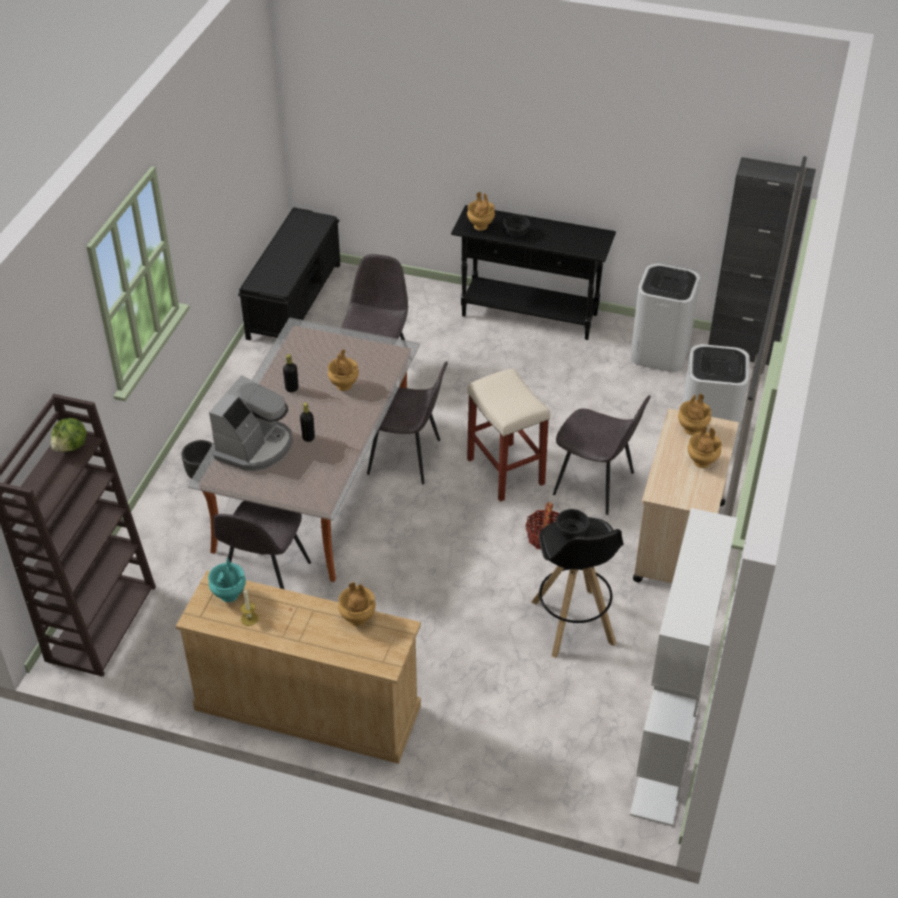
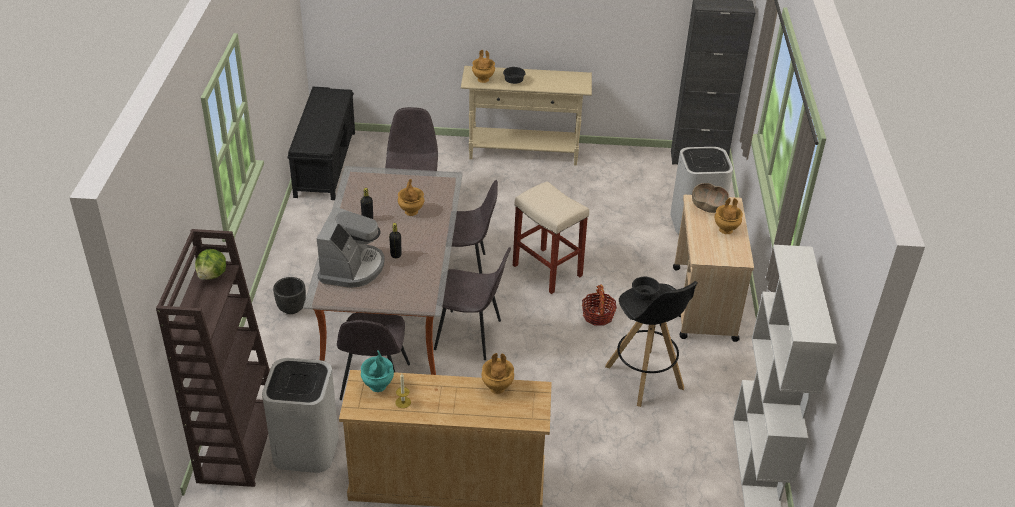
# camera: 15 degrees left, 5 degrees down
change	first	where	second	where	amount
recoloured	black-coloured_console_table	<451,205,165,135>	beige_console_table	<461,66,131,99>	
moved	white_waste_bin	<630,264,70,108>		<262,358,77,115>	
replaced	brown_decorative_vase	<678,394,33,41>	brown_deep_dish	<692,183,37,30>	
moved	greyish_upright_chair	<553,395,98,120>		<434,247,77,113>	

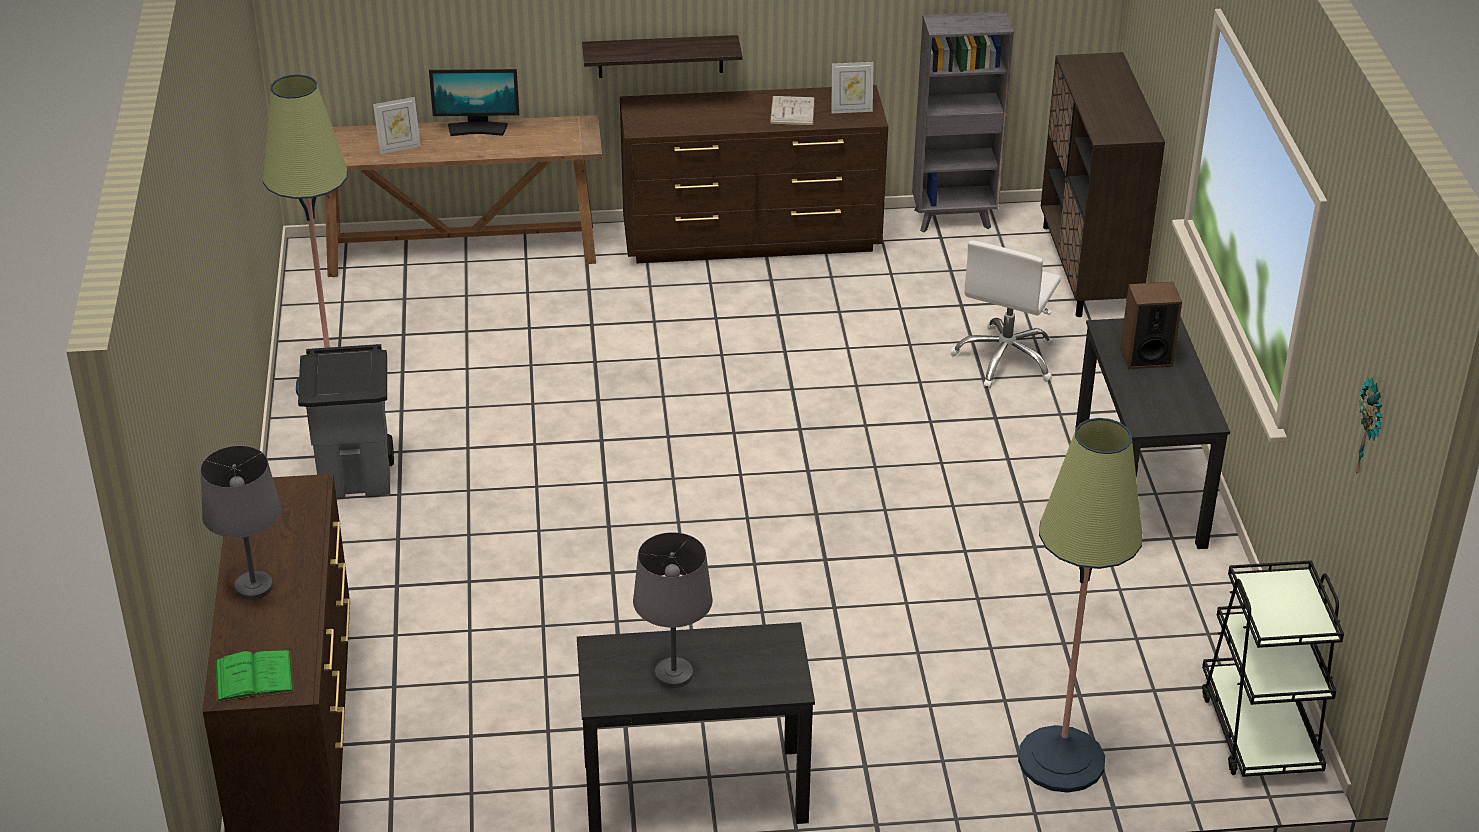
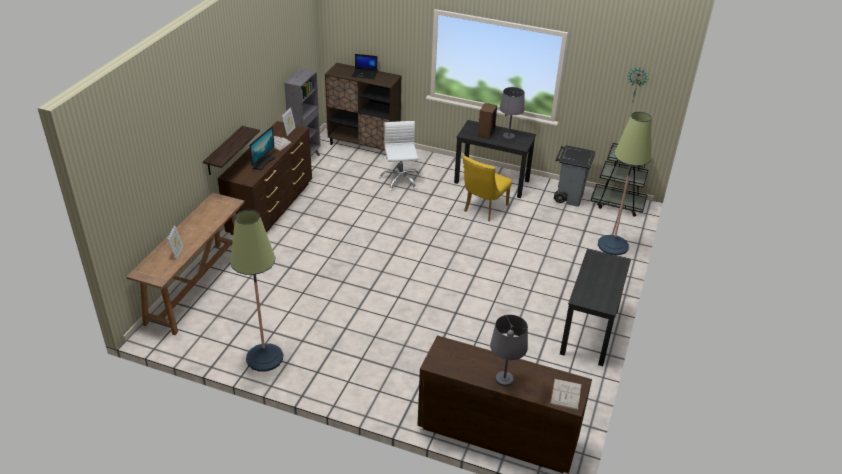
# camera: 65 degrees left, 0 degrees up
change	first	where	second	where	amount
moved	monitor	<429,69,90,67>		<249,126,26,44>	
turned	white_desk_chair	<950,240,111,148>		<379,121,42,70>	150 degrees counterclockwise
moved	greyish_waste_bin	<298,344,96,155>		<554,145,41,62>	
moved	greyish_lamp_for_a_table	<633,532,80,156>		<499,87,26,53>	
recoloured	green-coloured_volume	<215,650,79,52>	white_volume	<550,379,32,31>	
added			portable_computer	<351,54,27,25>	
added			yellow-coloured_upright_chair	<463,156,49,65>	

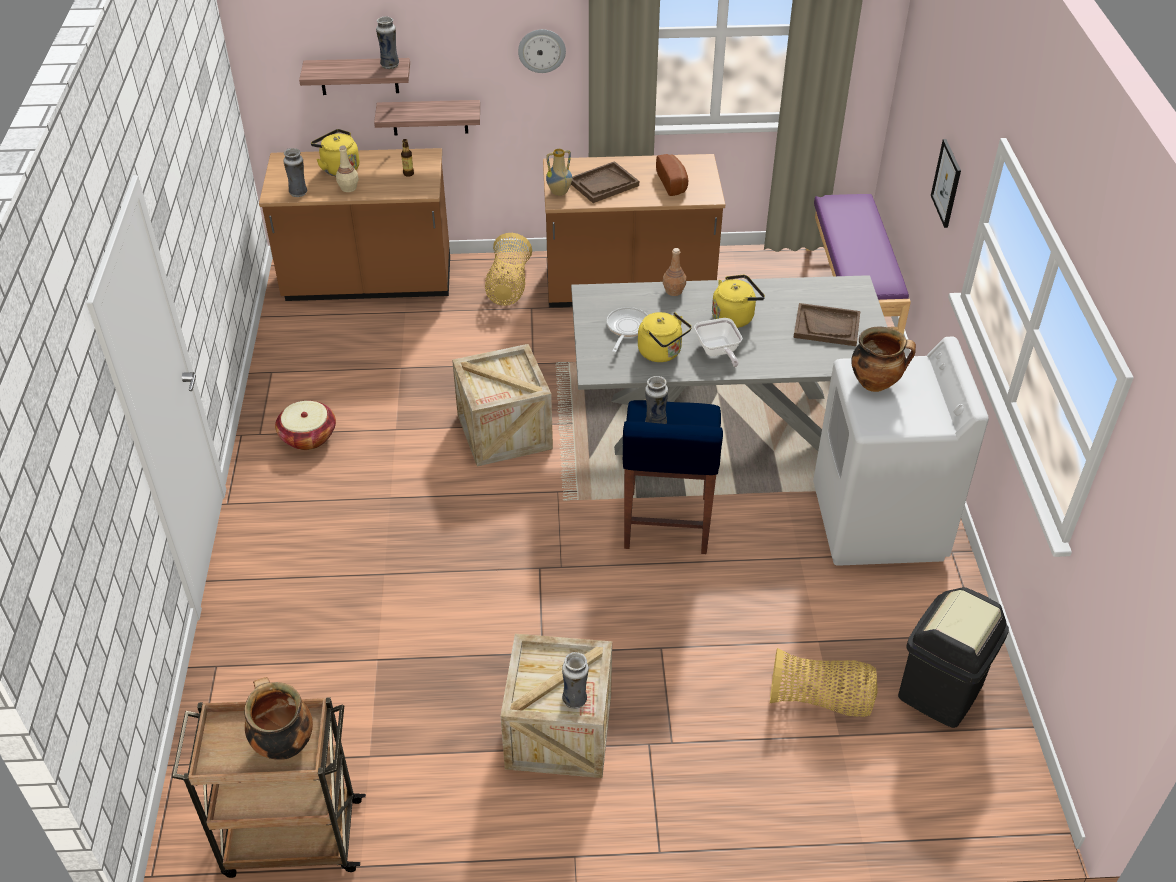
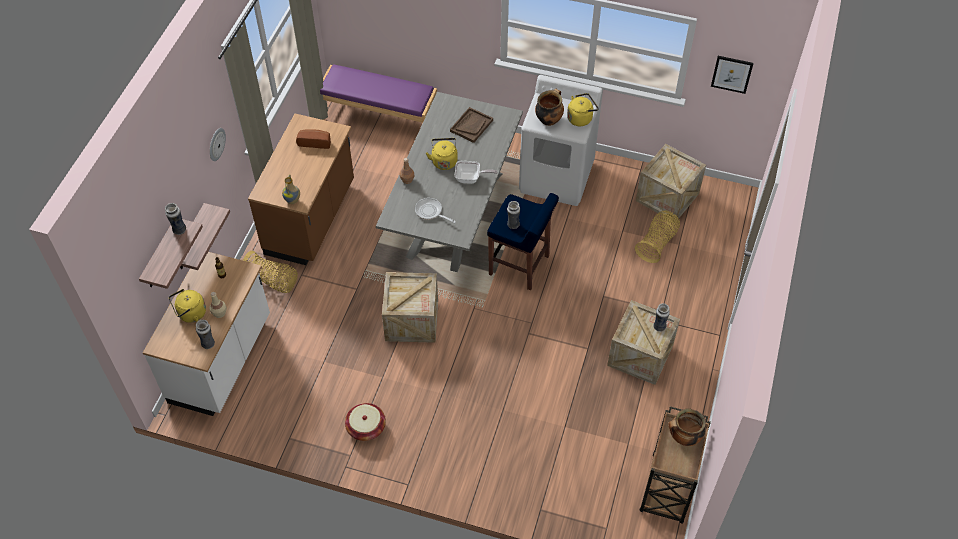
# camera: 70 degrees left, 10 degrees up
change	first	where	second	where	amount
moved	wall_picture	<931,139,30,89>		<711,56,43,38>	
recoloured	brown_kitchen_base_unit	<259,148,191,153>	white_kitchen_base_unit	<143,252,127,164>	
removed	brown_serving_tray	<571,161,68,42>			
moved	yellow-coloured_tea_kettle	<638,312,54,50>		<567,93,32,33>	
replaced	black-coloured_waste_bin	<898,587,111,141>	crate	<636,144,70,74>	

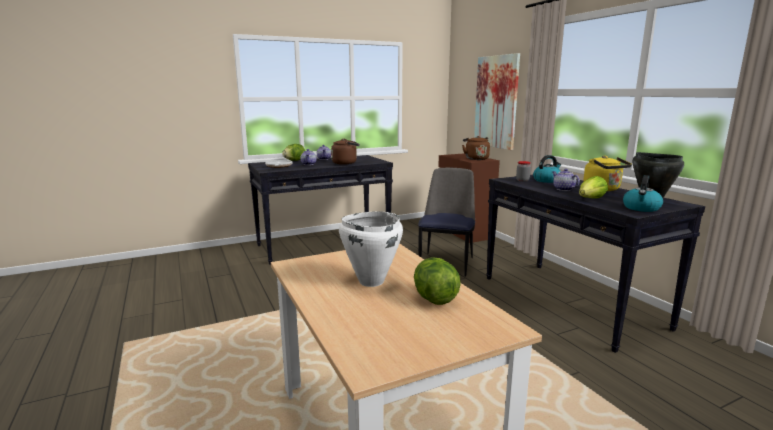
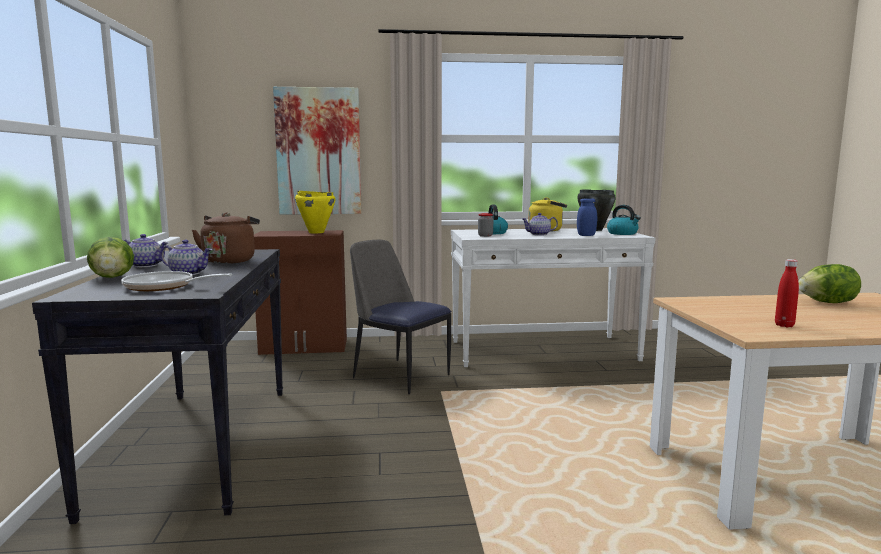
# camera: 70 degrees left, 5 degrees down
change	first	where	second	where	amount
replaced	brown_tea_kettle	<462,136,28,24>	yellow-coloured_stockpot	<295,191,40,42>	
recoloured	black-coloured_console_table	<486,175,219,178>	white_console_table	<451,228,204,139>	
replaced	lettuce	<579,176,29,23>	blue-coloured_preserve_jar	<577,198,20,38>	
removed	white_stockpot	<339,211,64,76>			
added			red-coloured_bottle	<775,259,24,68>	

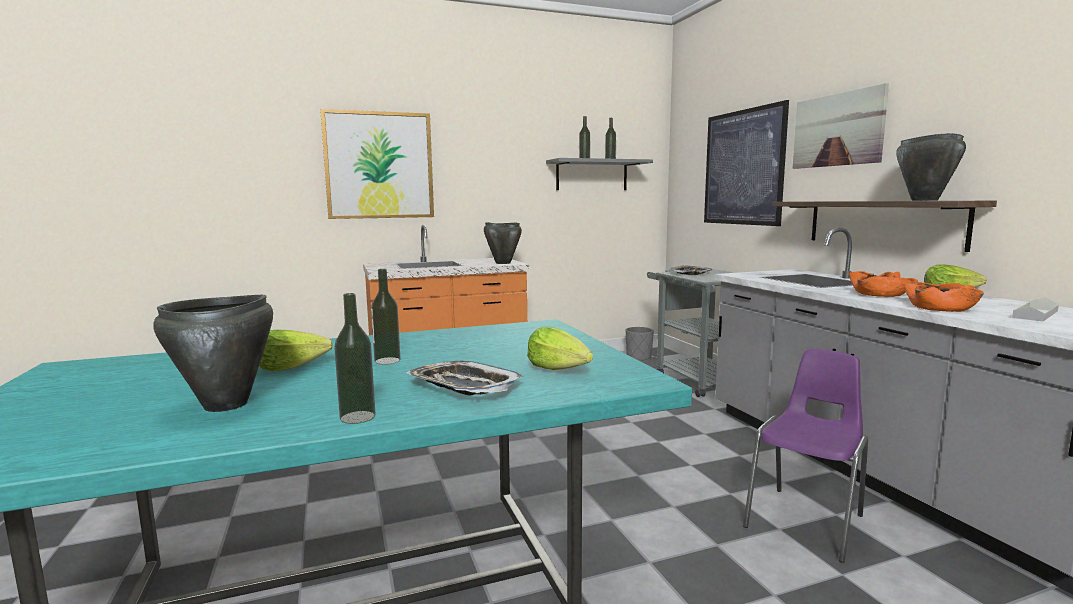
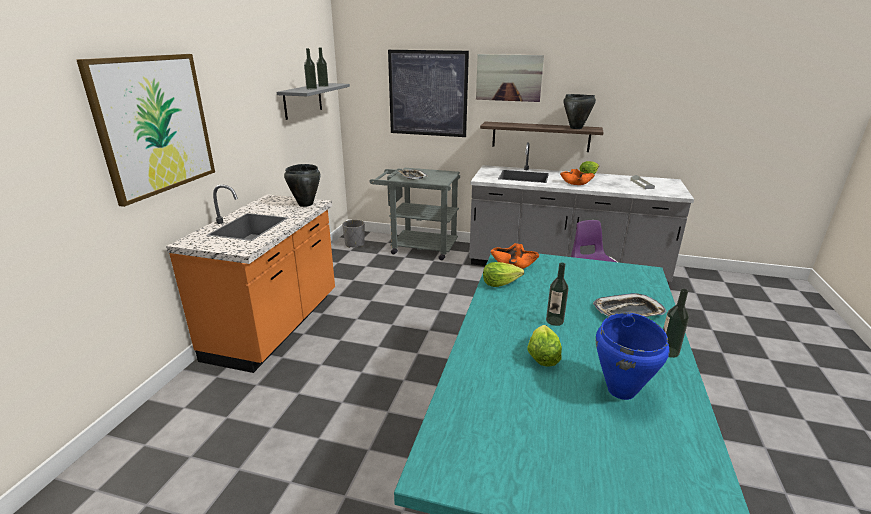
# camera: 55 degrees left, 15 degrees up
change	first	where	second	where	amount
moved	orange_deep_dish	<903,282,81,30>		<490,243,50,26>	
recoloured	black-coloured_stockpot	<153,295,120,117>	blue-coloured_stockpot	<596,313,73,87>	
moved	lettuce	<527,327,66,43>		<483,262,41,25>	

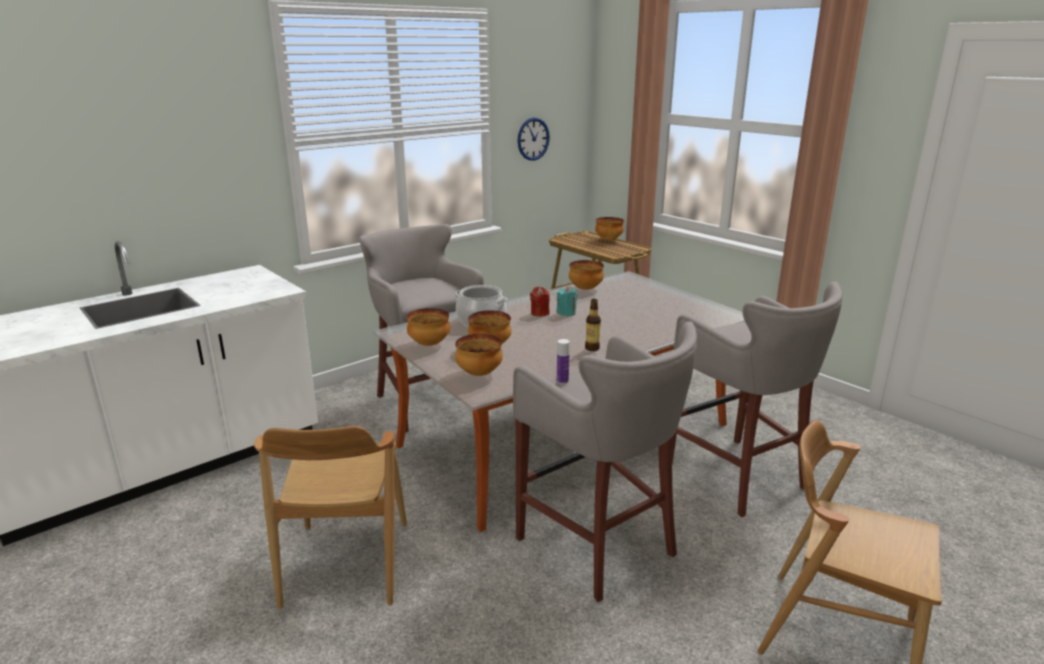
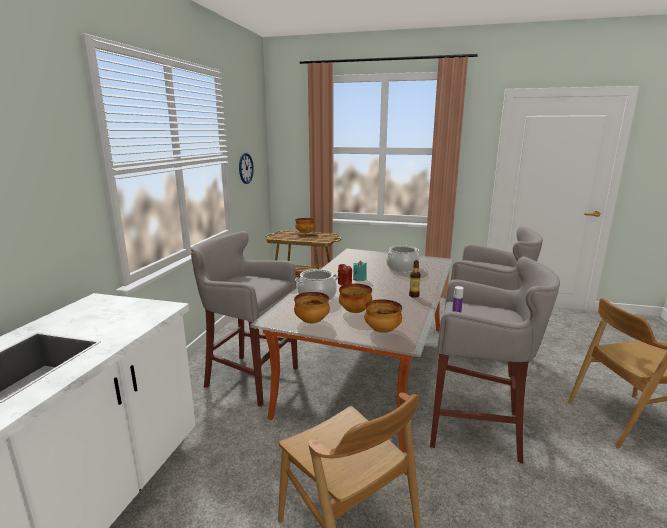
# camera: 35 degrees left, 5 degrees down
change	first	where	second	where	amount
removed	deep_dish	<569,260,35,30>			
added			stockpot	<386,245,33,27>	

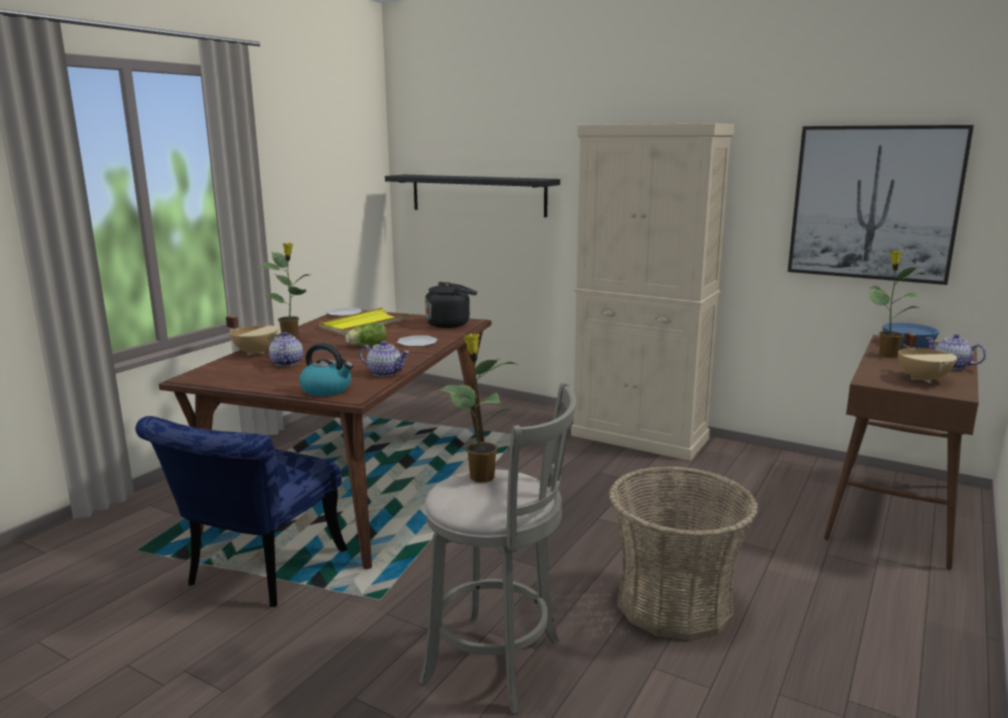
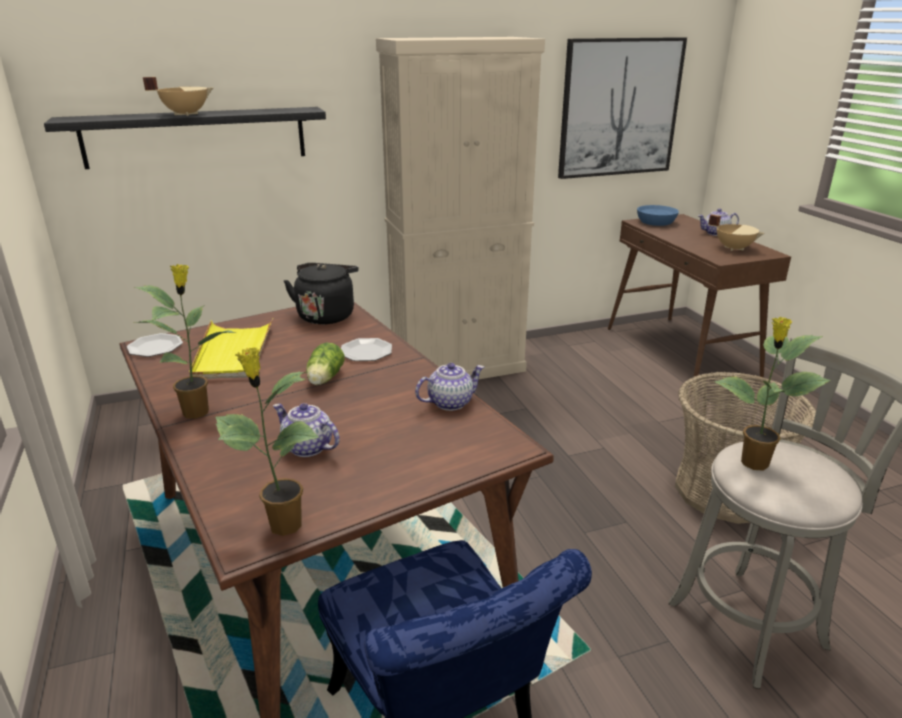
# camera: 50 degrees left, 10 degrees up
change	first	where	second	where	amount
moved	potted_plant	<868,251,58,107>		<216,347,103,189>	
moved	beige_stockpot	<226,316,51,40>		<143,77,70,39>	
removed	tea_kettle	<299,343,54,53>			

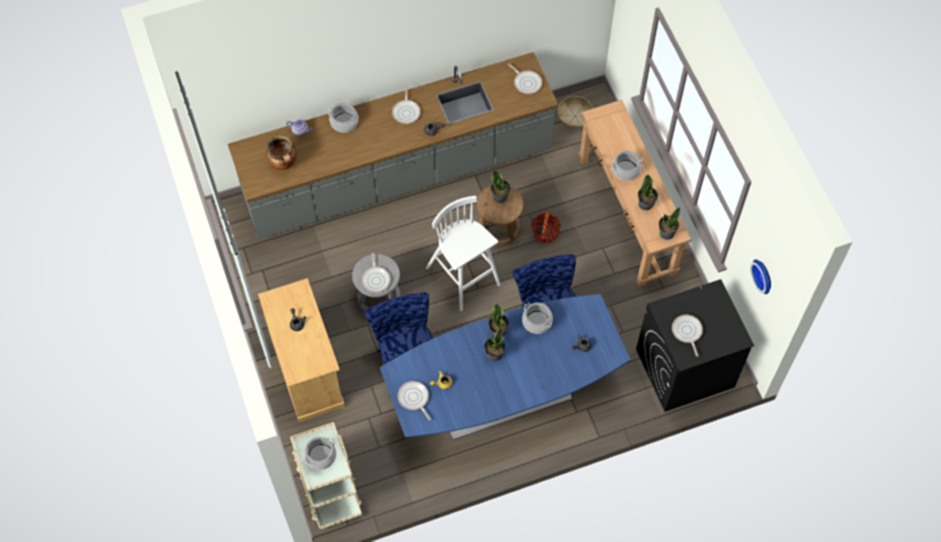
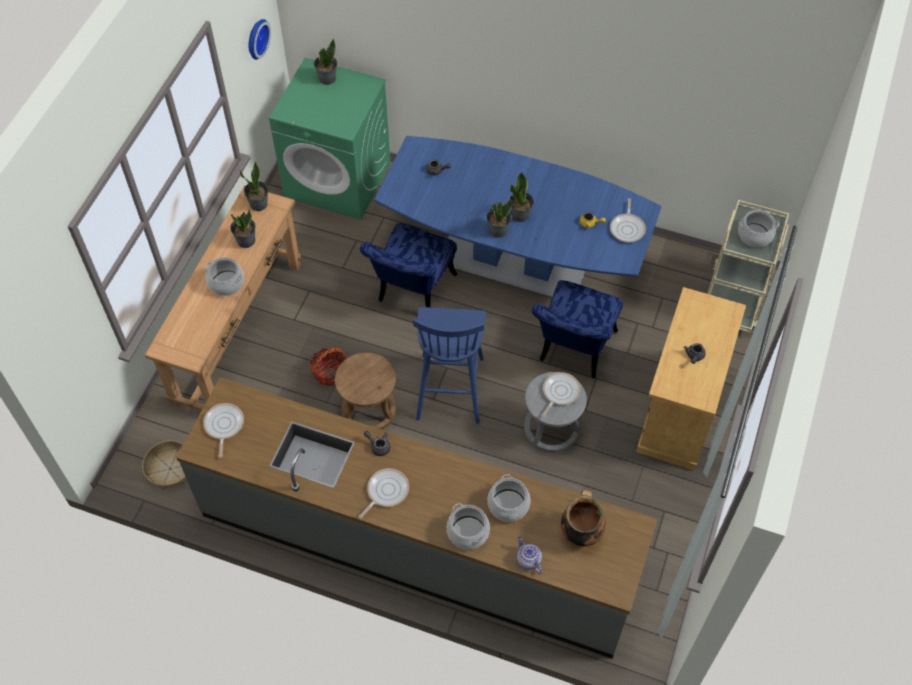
# camera: 140 degrees left, 5 degrees down
change	first	where	second	where	amount
moved	potted_plant	<491,170,20,33>		<314,39,23,46>	
recoloured	white_stool	<426,196,74,115>	blue-coloured_stool	<413,307,73,117>	
recoloured	black-coloured_washing_machine	<636,279,118,133>	green-coloured_washing_machine	<269,58,122,162>	
moved	stockpot	<522,302,31,32>		<488,474,42,48>	
removed	pan	<672,315,31,42>			

